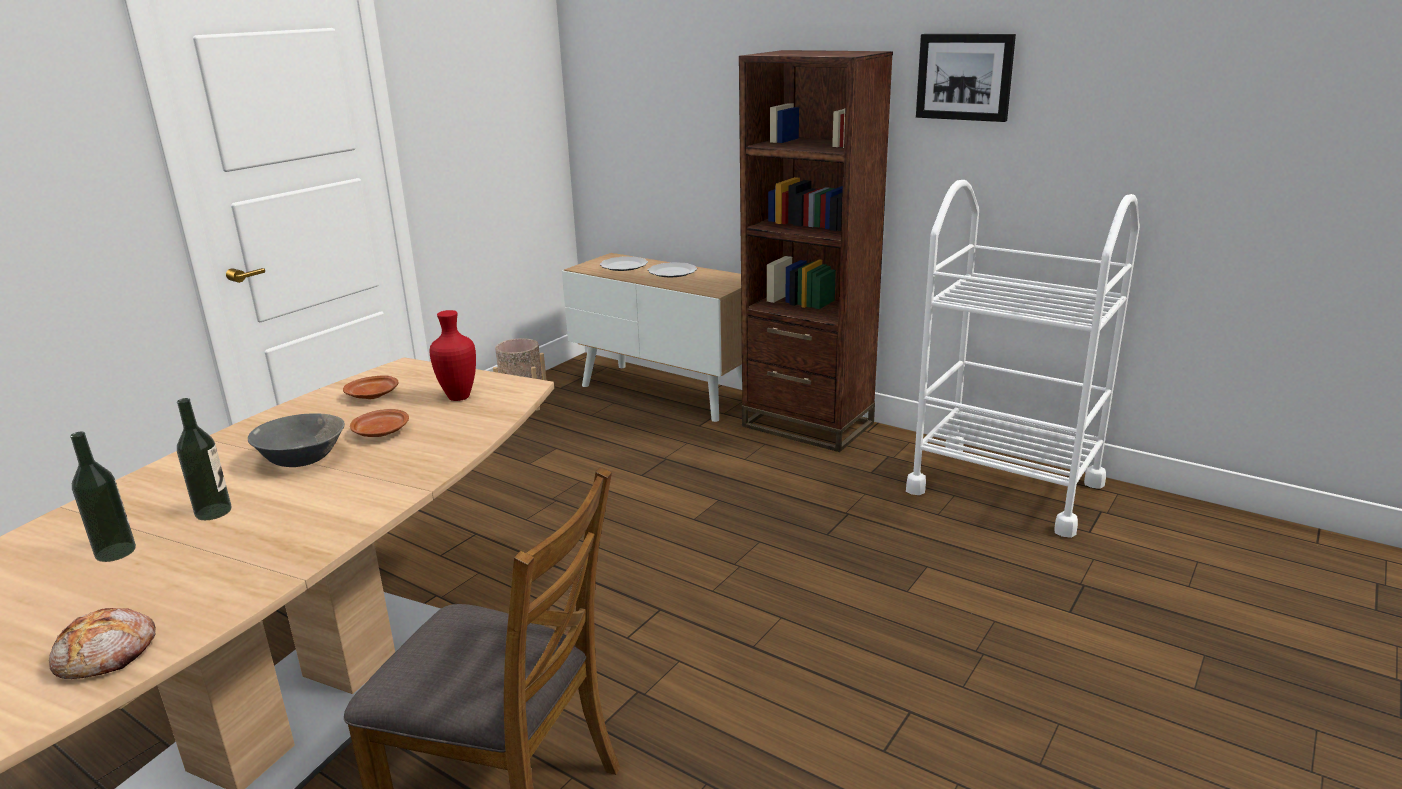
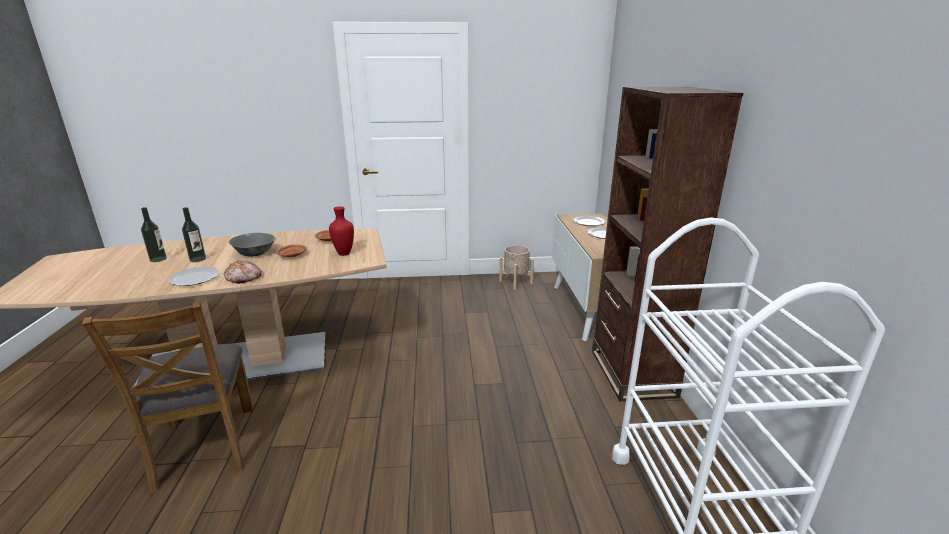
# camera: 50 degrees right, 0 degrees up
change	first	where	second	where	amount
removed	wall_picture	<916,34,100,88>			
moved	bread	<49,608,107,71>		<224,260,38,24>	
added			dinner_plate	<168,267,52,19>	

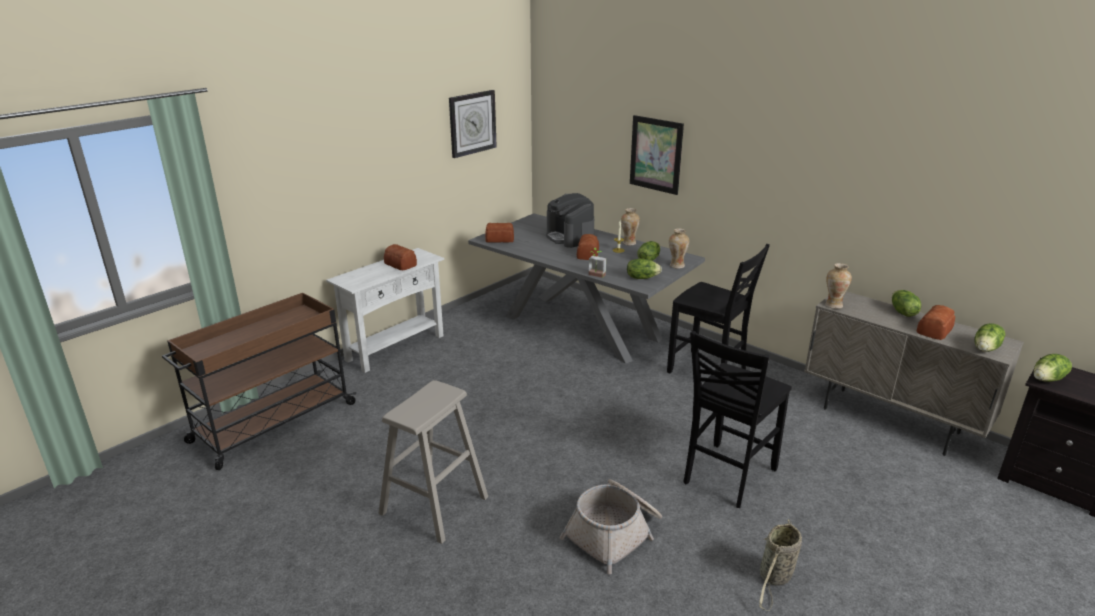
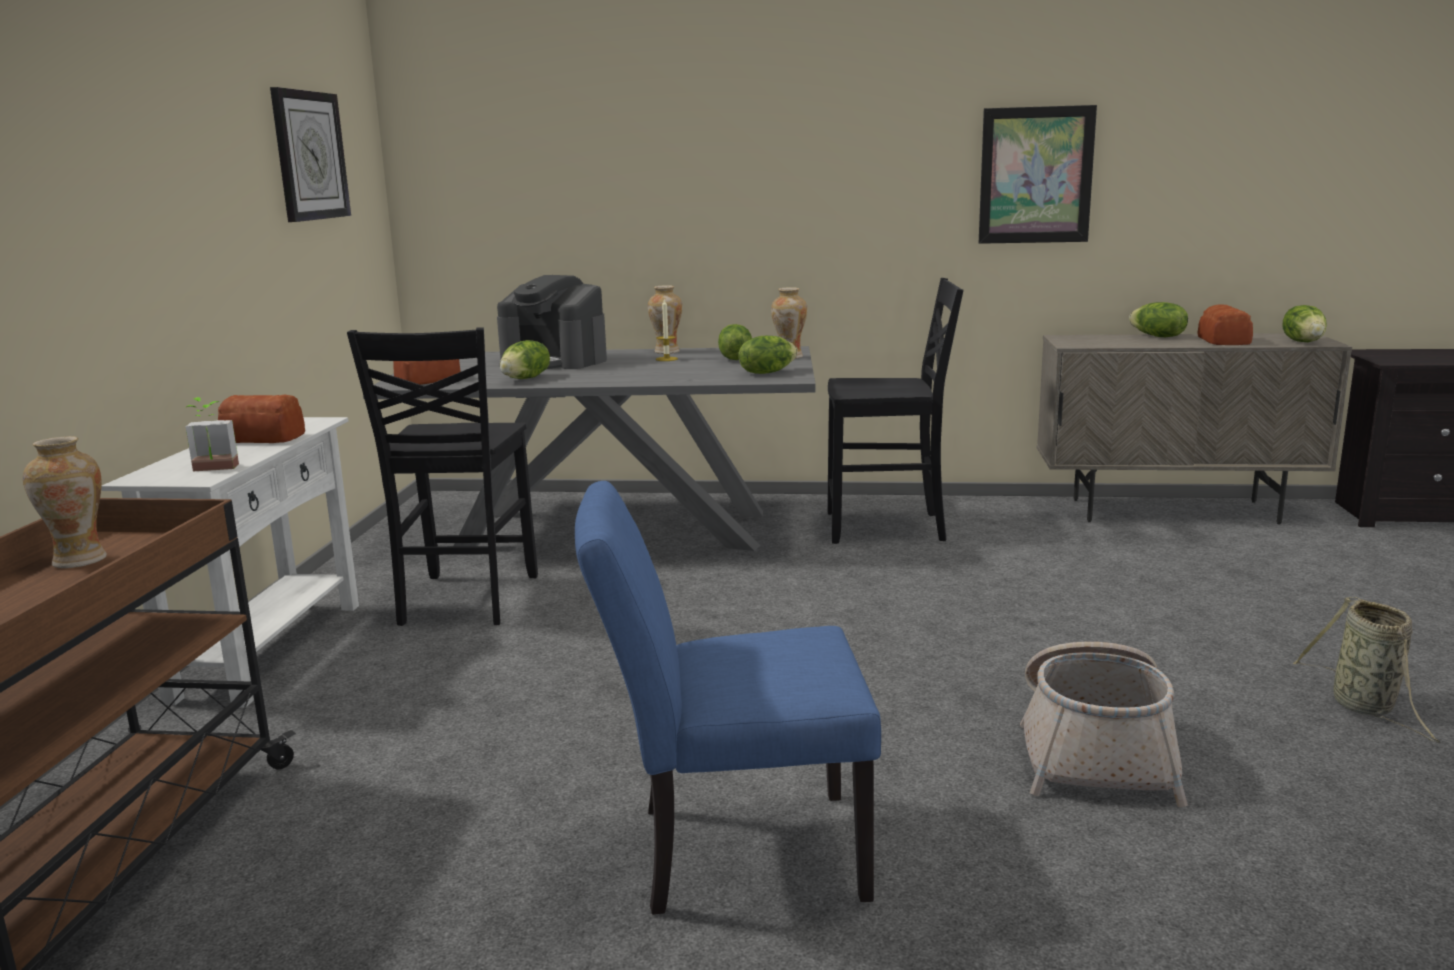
# camera: 35 degrees left, 10 degrees down
change	first	where	second	where	amount
moved	wall_picture	<630,115,54,80>		<979,105,118,139>	
removed	bread	<577,234,22,26>			
moved	potted_plant	<589,248,17,30>		<186,397,53,74>	
moved	decorative_vase	<825,263,27,46>		<23,436,84,132>	
moved	black-coloured_upright_chair	<684,331,108,177>		<347,327,191,299>	
moved	lettuce	<1033,354,39,28>		<500,340,50,39>	
replaced	beige_stool	<378,380,110,164>	blue-coloured_upright_chair	<575,481,306,434>	

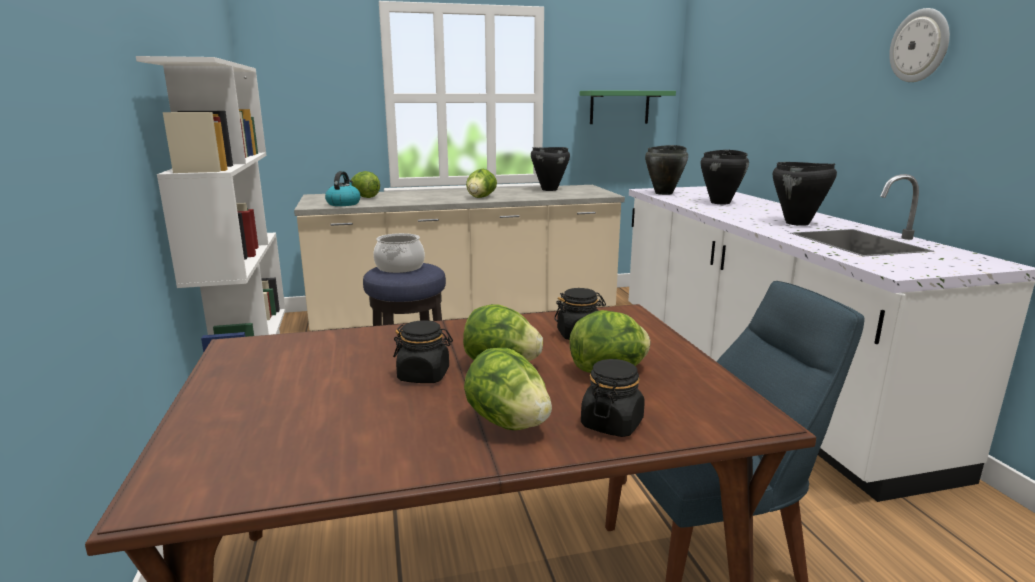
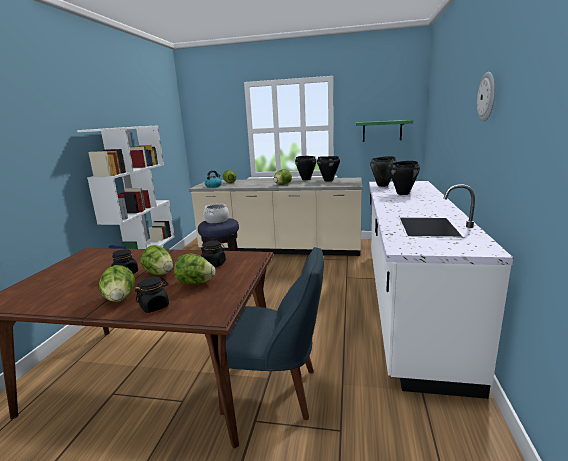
# camera: 25 degrees right, 0 degrees up
change	first	where	second	where	amount
moved	black-coloured_stockpot	<773,162,64,64>		<295,156,21,24>	

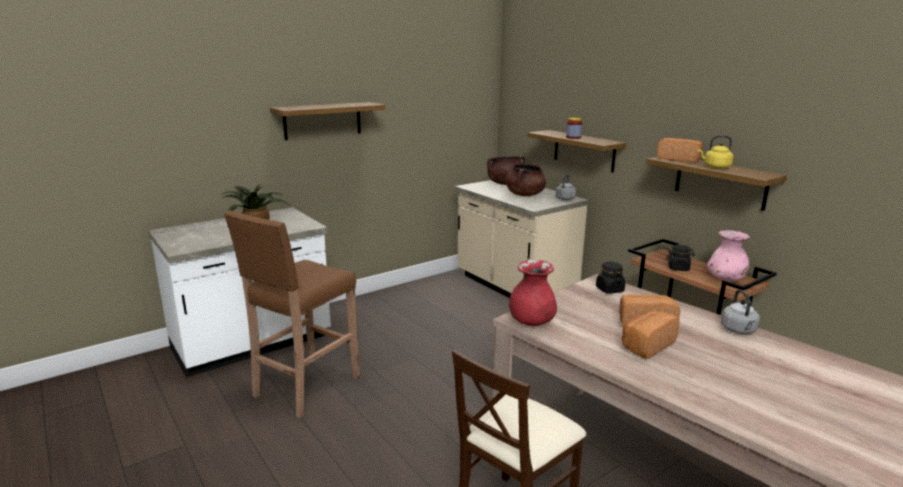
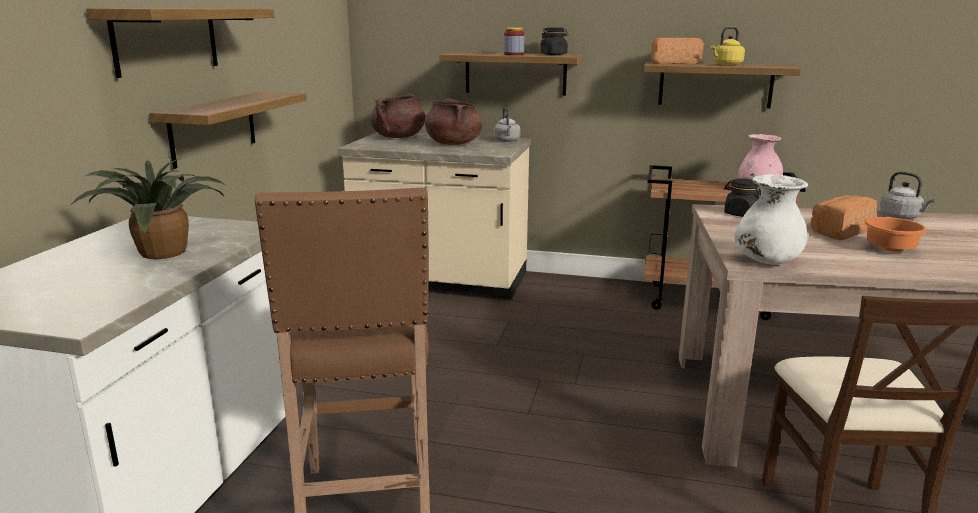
# camera: 40 degrees left, 0 degrees up
change	first	where	second	where	amount
moved	black-coloured_preserve_jar	<667,245,28,26>		<541,27,27,28>	
recoloured	red-coloured_decorative_vase	<509,260,48,66>	white_decorative_vase	<734,174,74,90>	
replaced	bread	<622,311,58,48>	orange_deep_dish	<865,217,61,35>	
added			wall_shelf	<150,91,157,78>	

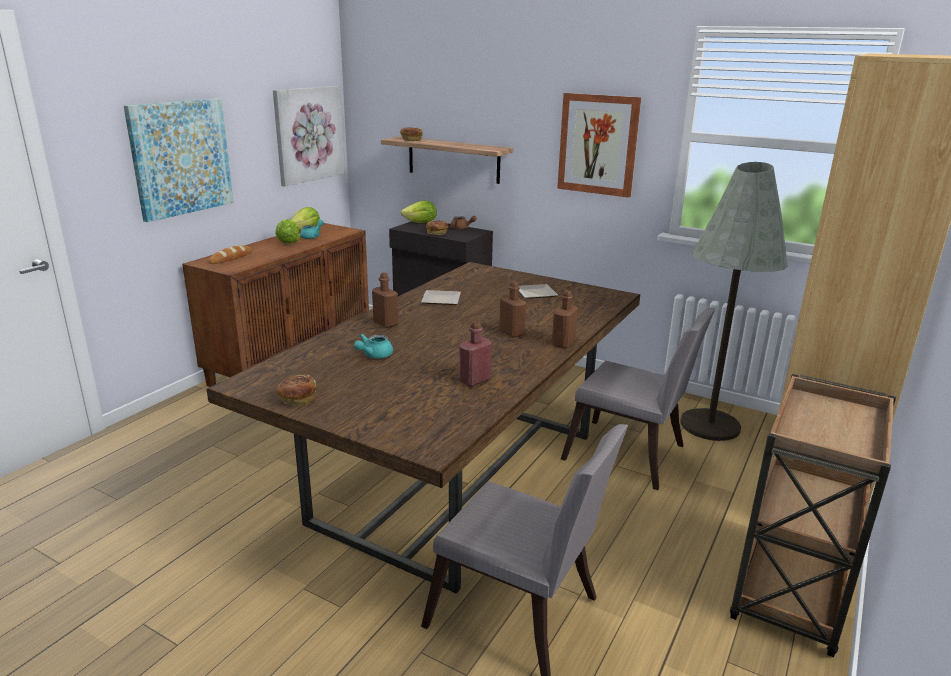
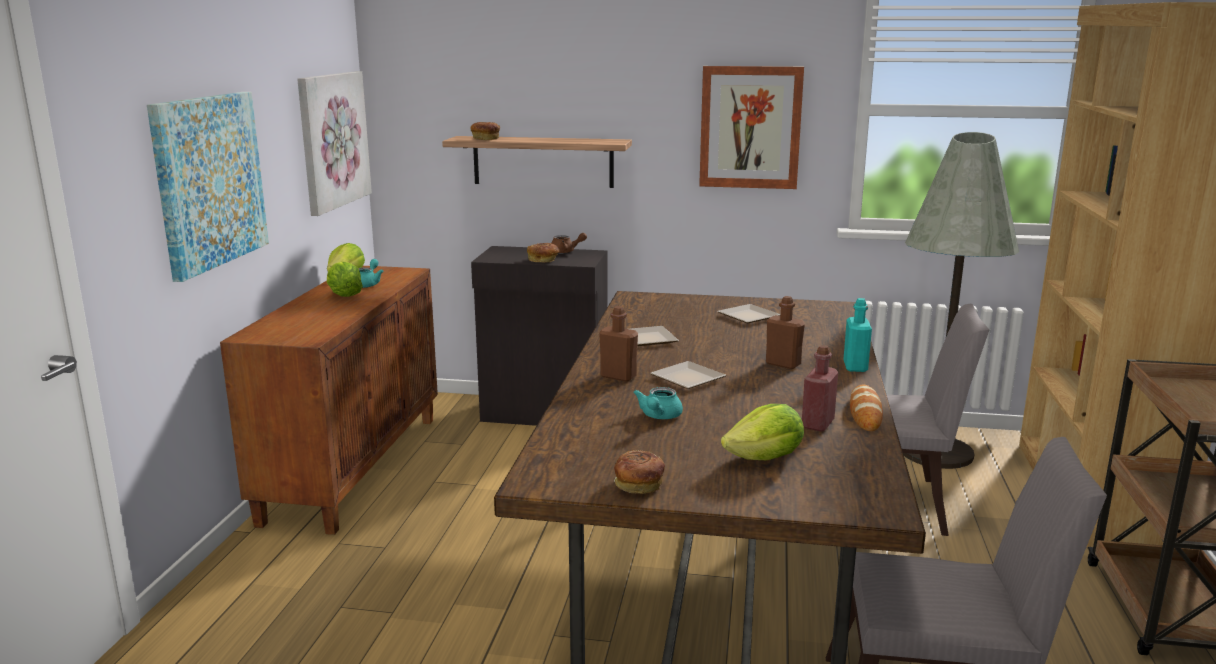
# camera: 20 degrees left, 5 degrees down
change	first	where	second	where	amount
moved	lettuce	<401,201,36,22>		<721,404,83,56>	
moved	bread	<209,245,43,19>		<850,385,33,46>	
recoloured	brown_bottle	<552,290,26,58>	turquoise_bottle	<843,298,29,74>	
added			dinner_plate	<650,361,76,28>	

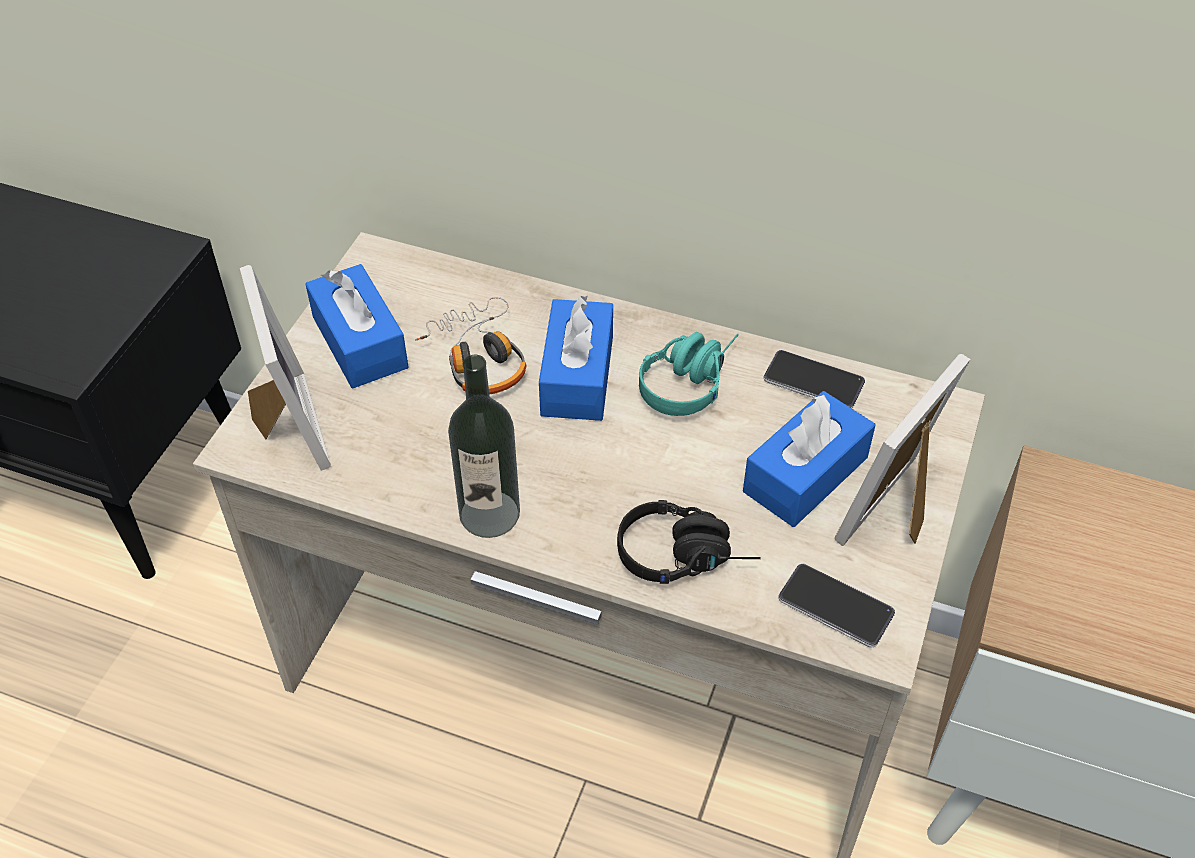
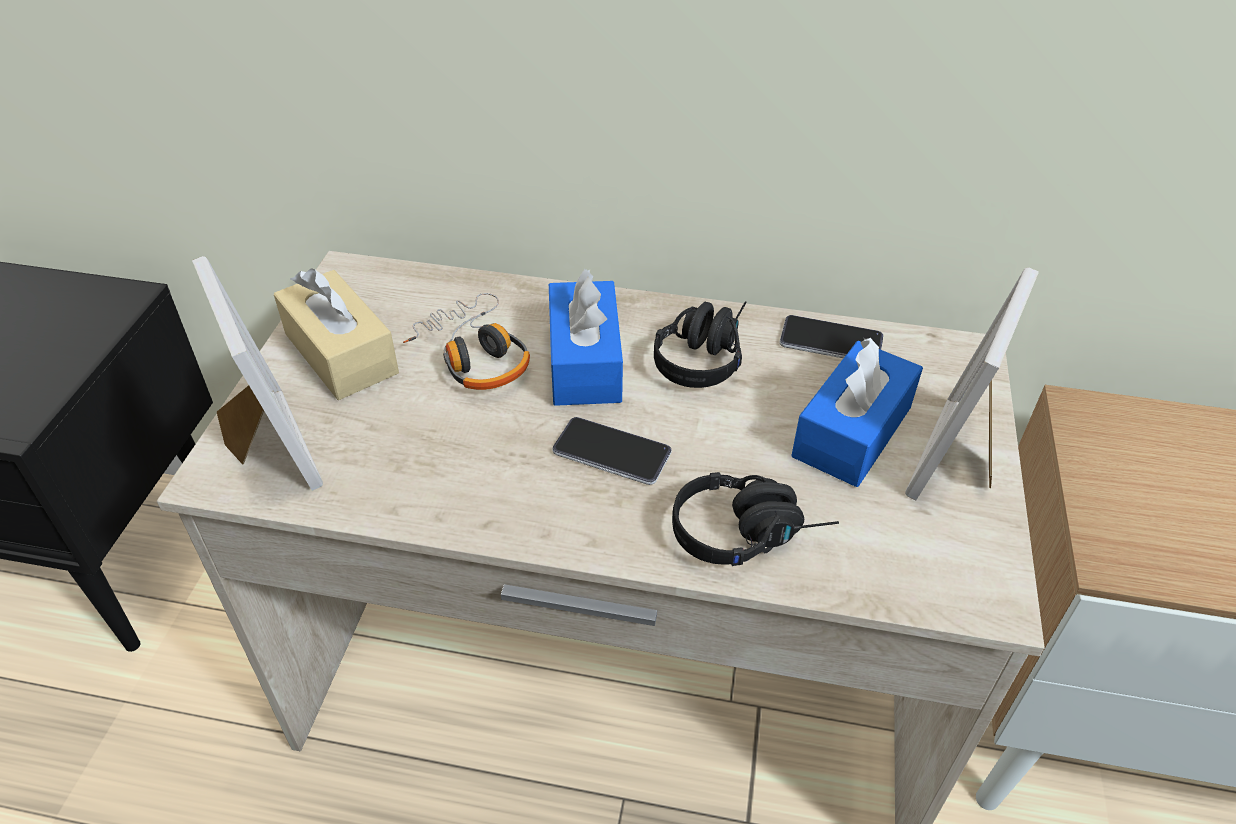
# camera: 10 degrees left, 5 degrees down
change	first	where	second	where	amount
recoloured	blue-coloured_tissue_holder	<305,264,104,124>	beige_tissue_holder	<274,268,125,132>	
recoloured	turquoise_headset	<639,332,100,84>	black-coloured_headset	<654,301,93,87>	
removed	bottle	<448,355,72,183>			
moved	handset	<779,564,116,83>		<552,417,120,68>	

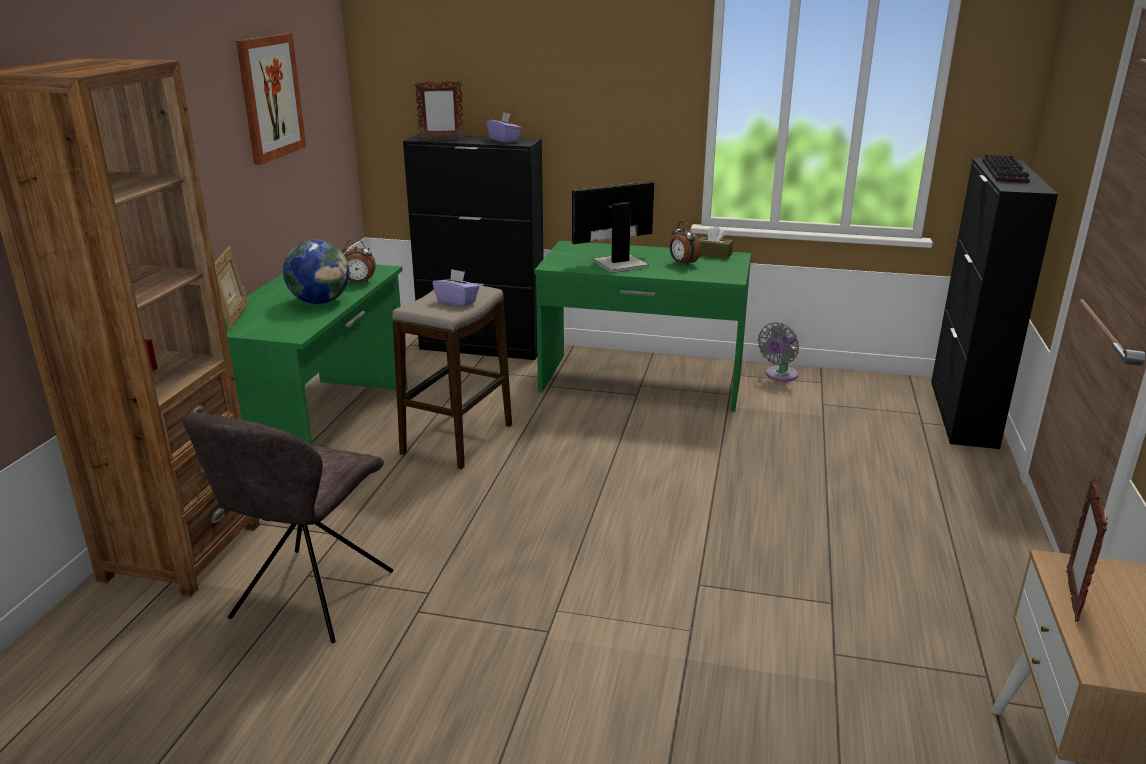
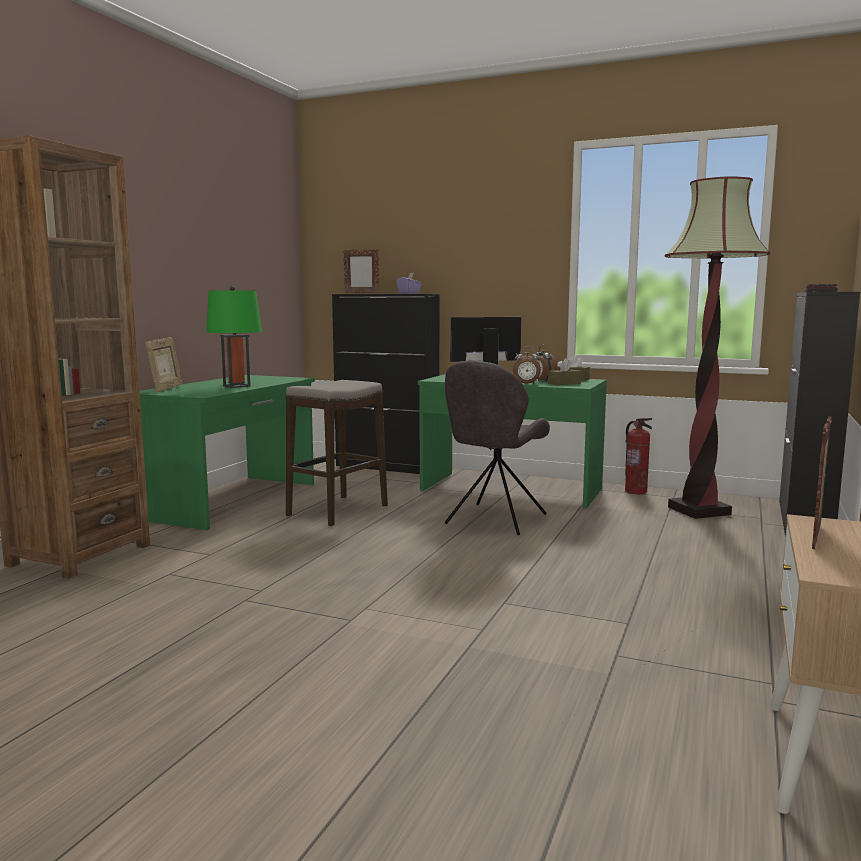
# camera: 10 degrees right, 15 degrees down
change	first	where	second	where	amount
removed	wall_picture	<236,34,70,131>			
moved	table_clock	<341,239,35,45>		<513,346,28,38>	
replaced	world_globe	<283,240,67,64>	green-coloured_lamp_for_a_table	<206,286,56,102>	
removed	purple-coloured_tissue_holder	<432,269,47,38>			
replaced	greyish_cooling_fan	<758,322,41,59>	extinguisher	<625,418,27,76>	
moved	greyish_upright_chair	<183,413,210,230>		<445,360,105,175>	
added			standard_lamp	<665,176,106,343>	
added			brown_tissue_holder	<548,358,33,27>	

